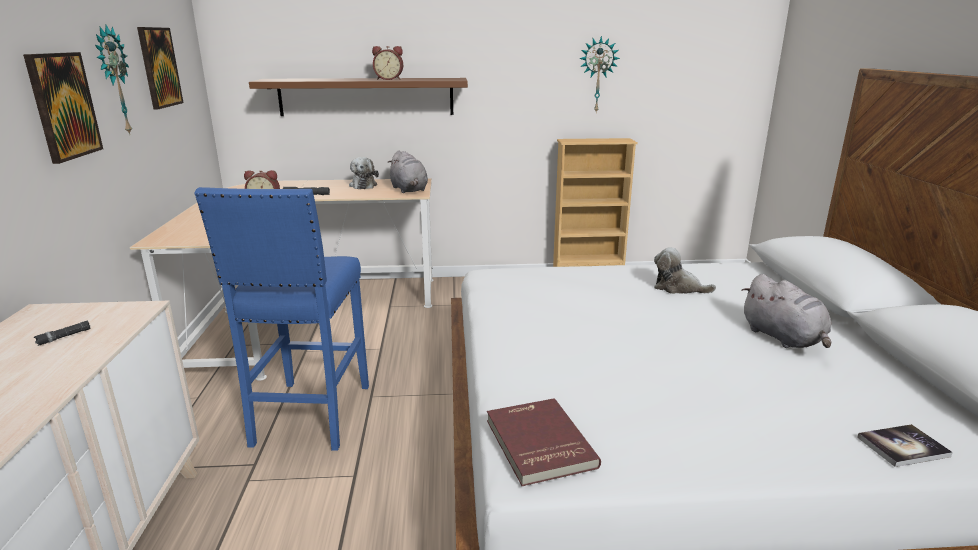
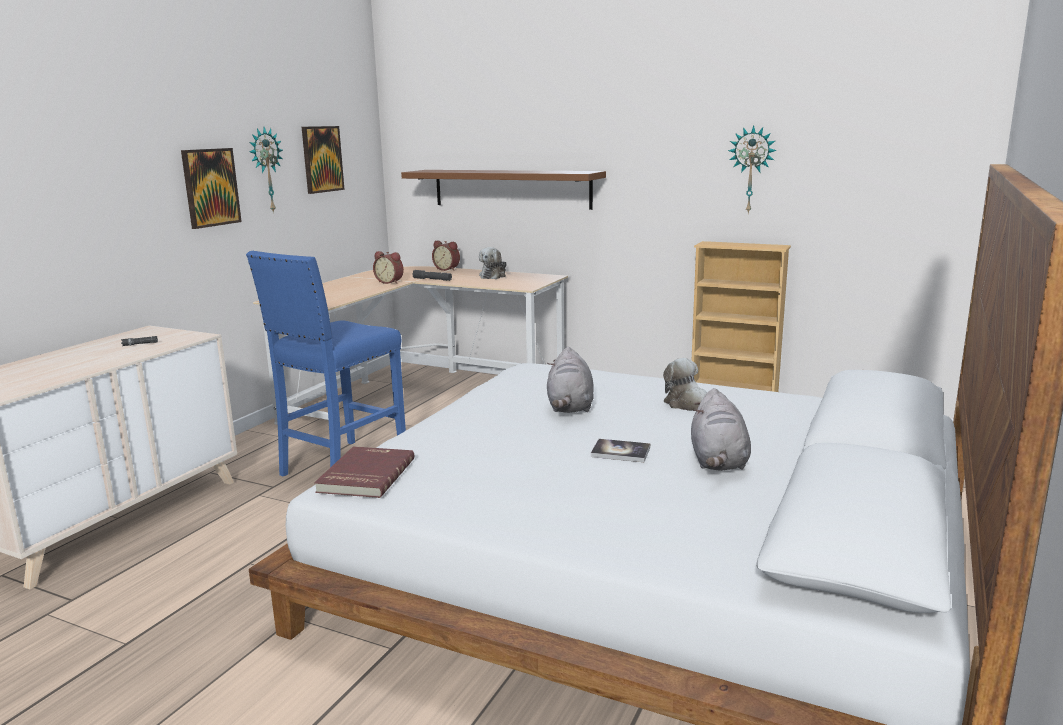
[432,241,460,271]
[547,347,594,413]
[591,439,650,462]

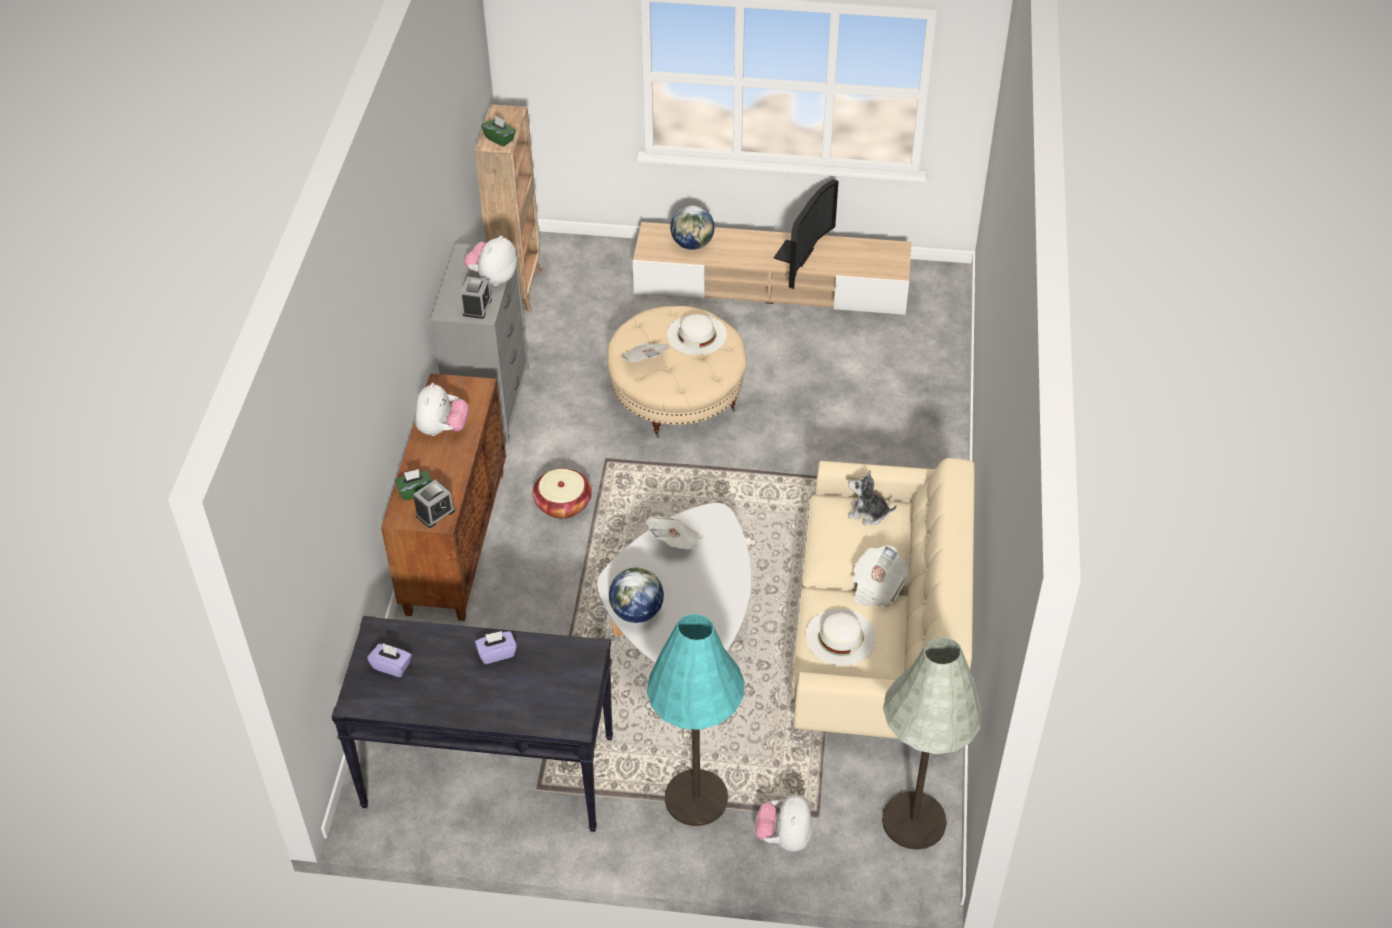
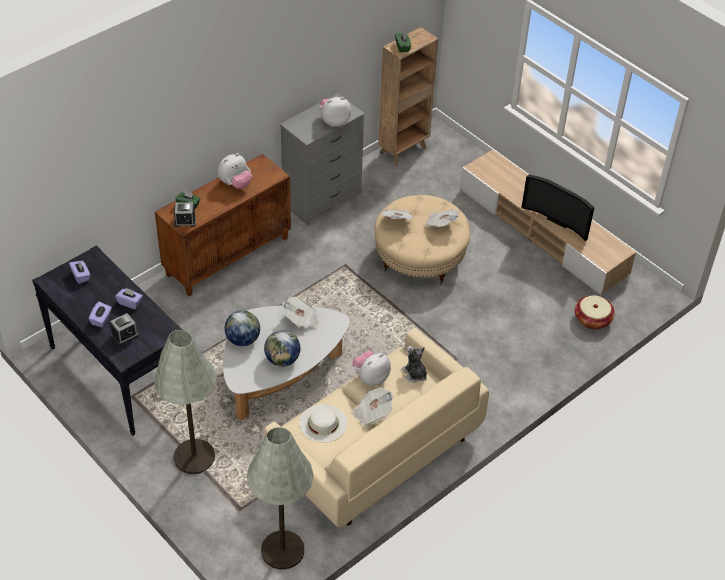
[89,302,112,327]
[110,313,139,345]
[154,330,217,474]
[264,330,300,367]
[352,351,391,386]
[424,209,460,227]
[521,175,594,241]
[575,295,615,330]

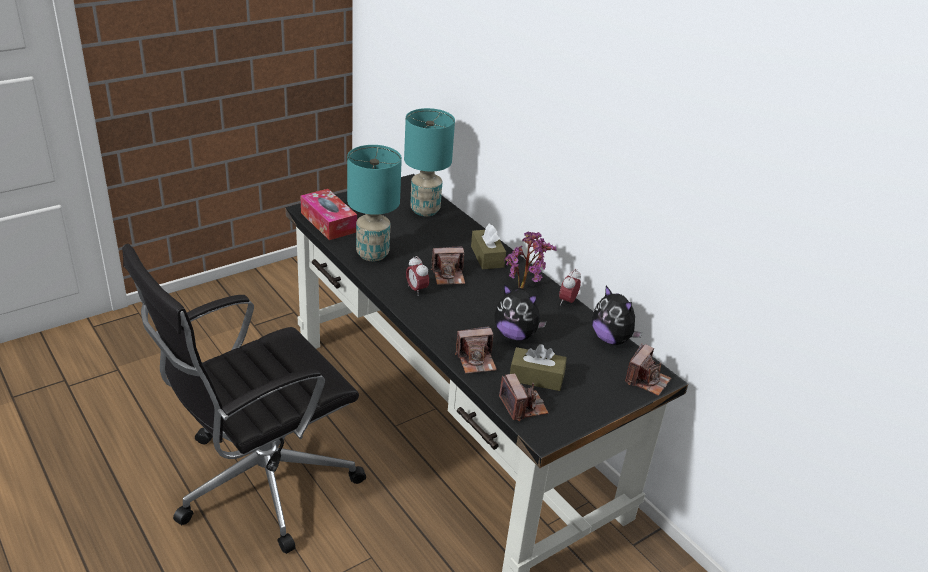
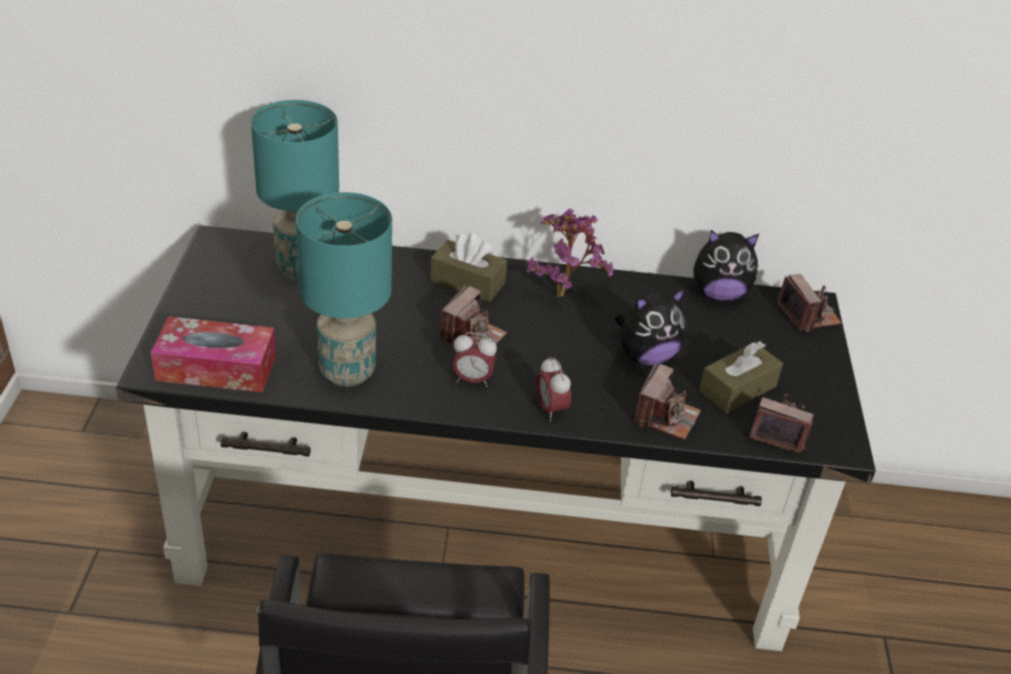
[536,357,571,422]

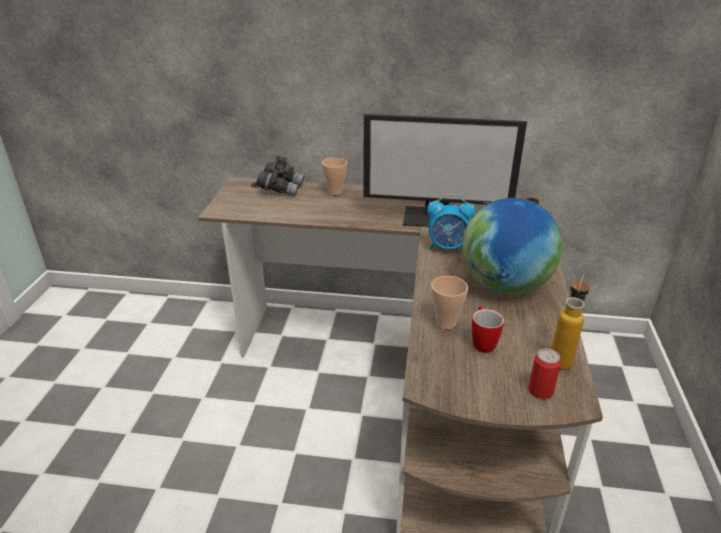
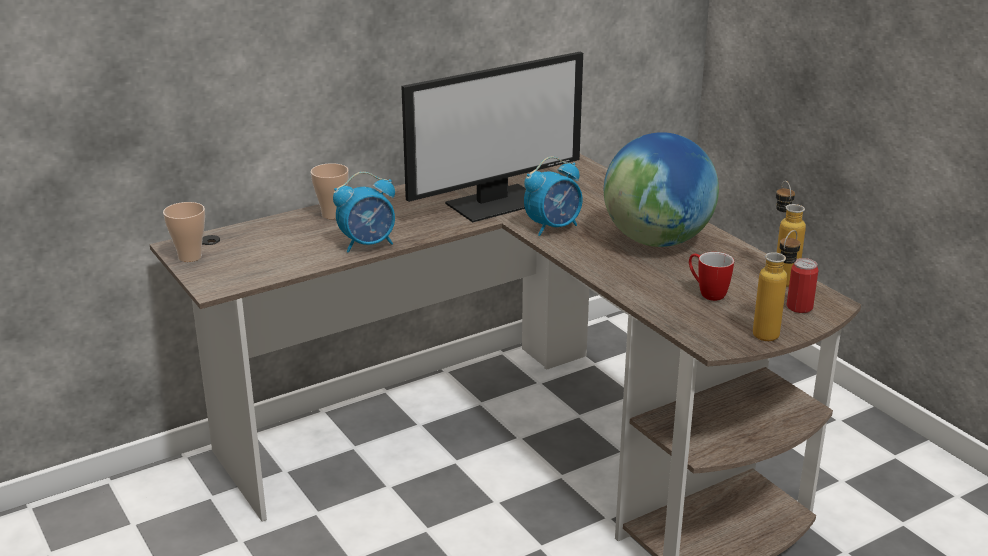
[163,202,205,262]
[333,172,395,253]
[753,230,801,341]
[256,156,304,196] (first image)

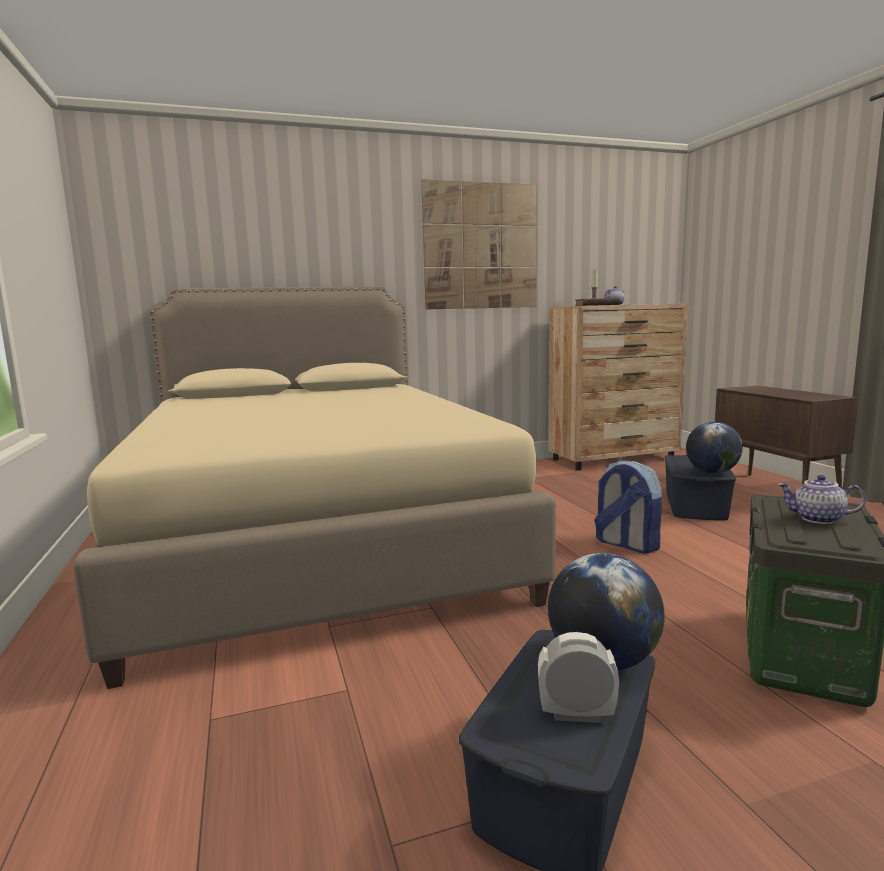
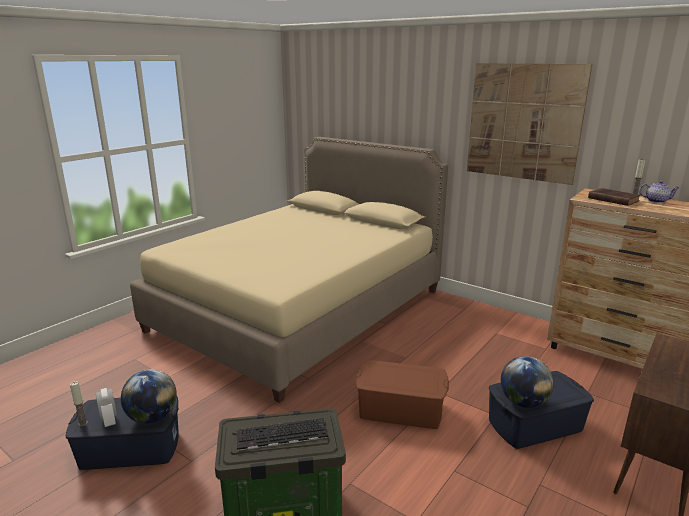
[70,381,88,426]
[237,418,328,451]
[356,360,449,429]

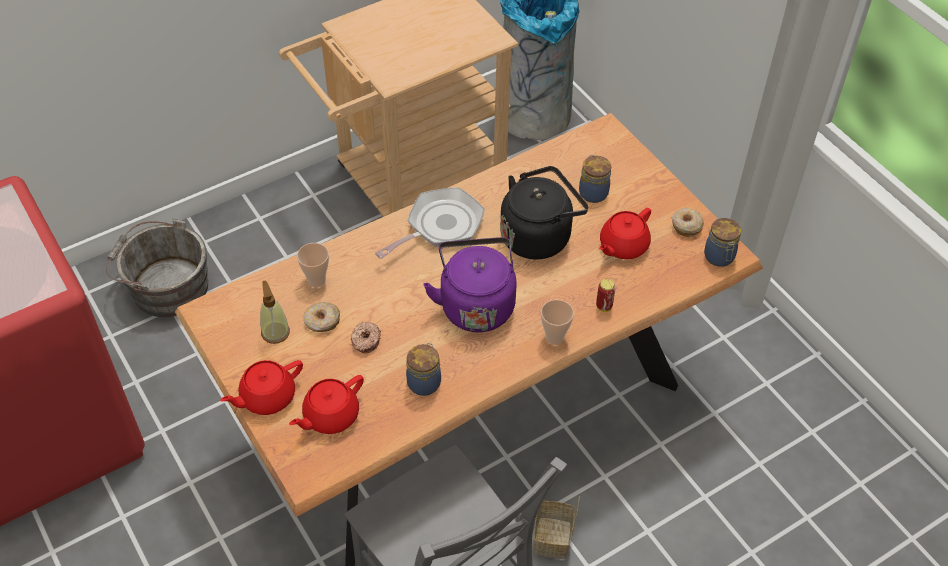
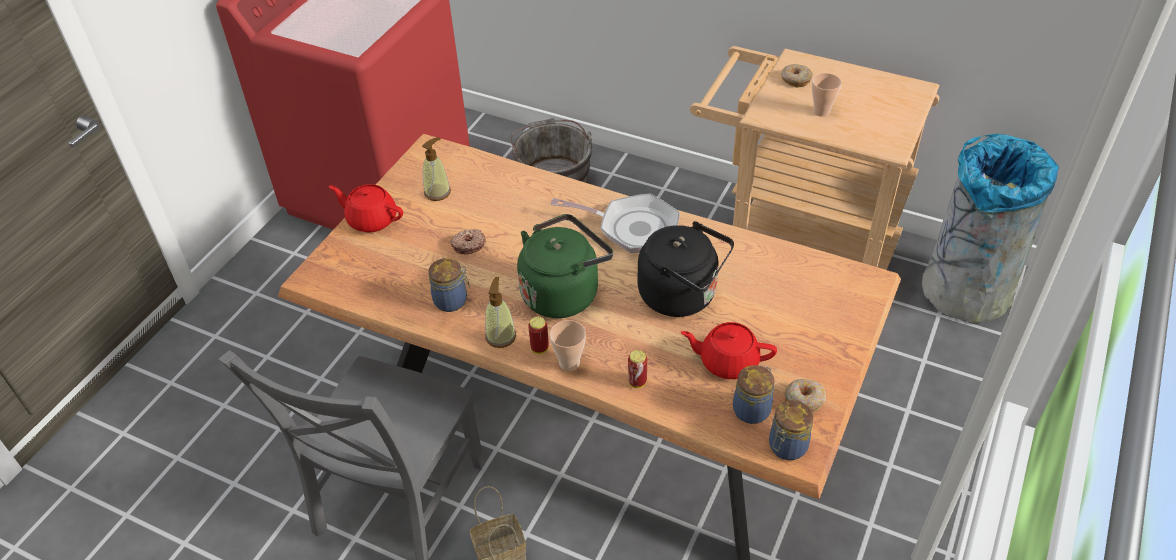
[485,277,516,348]
[517,214,613,318]
[528,317,549,354]
[733,365,775,424]
[781,64,813,88]
[812,73,842,117]
[289,375,364,434] (first image)

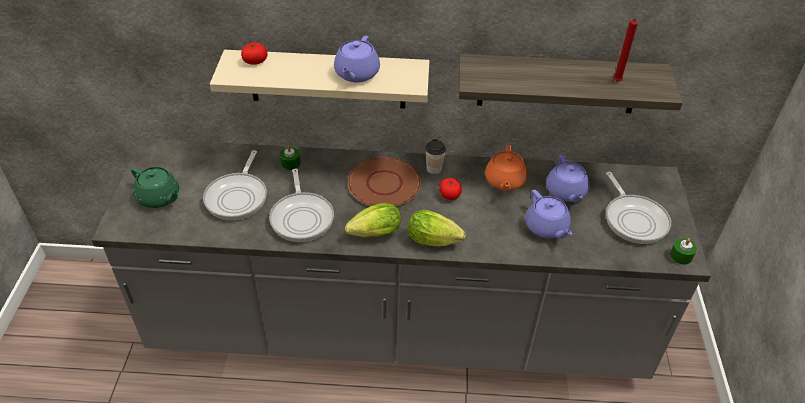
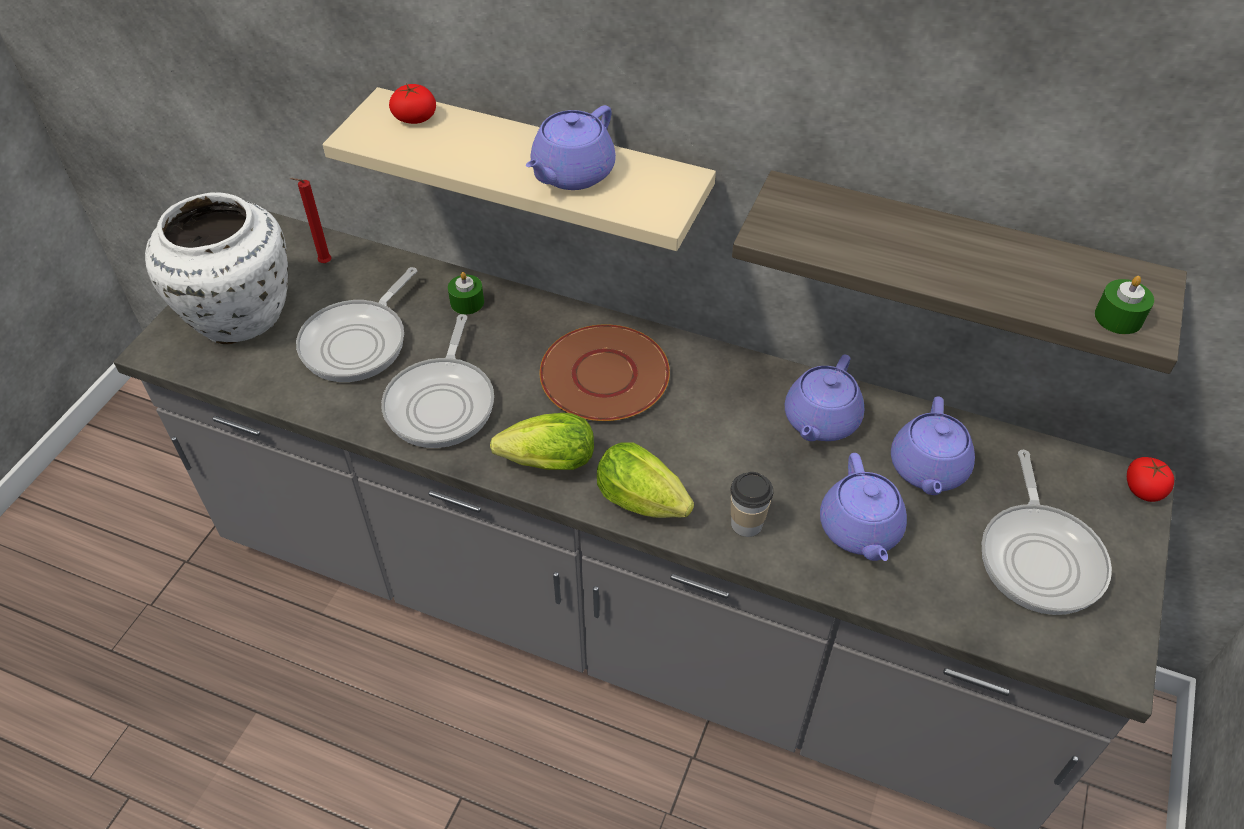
[145,192,288,344]
[290,178,331,263]
[731,472,773,537]
[785,355,864,441]
[1094,276,1154,334]
[1127,457,1174,502]

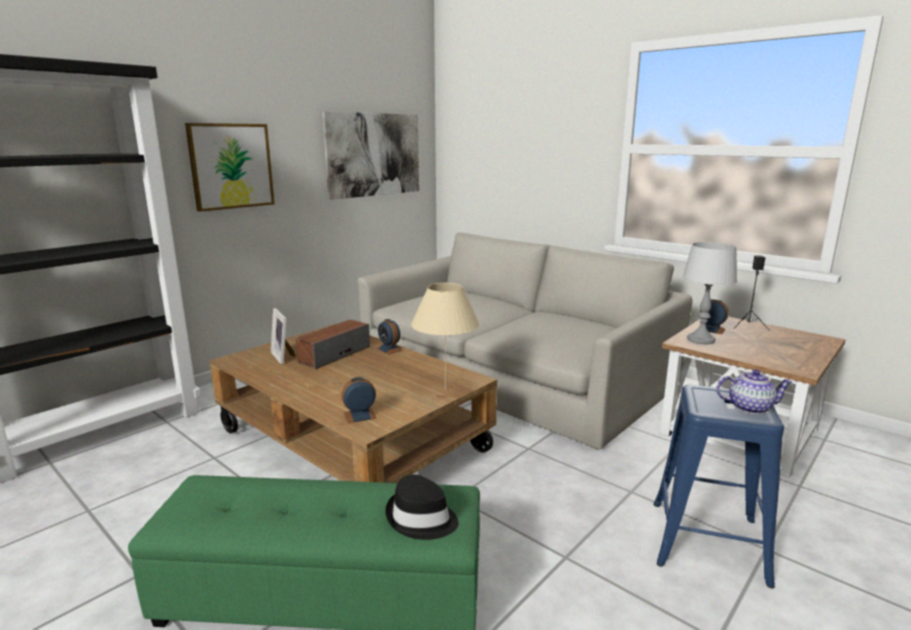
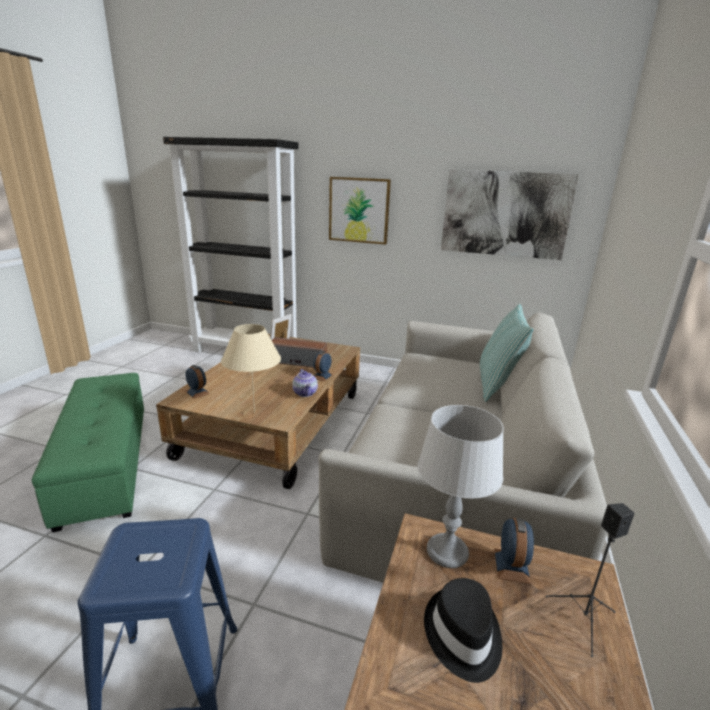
[292,369,318,397]
[424,578,502,683]
[480,304,533,402]

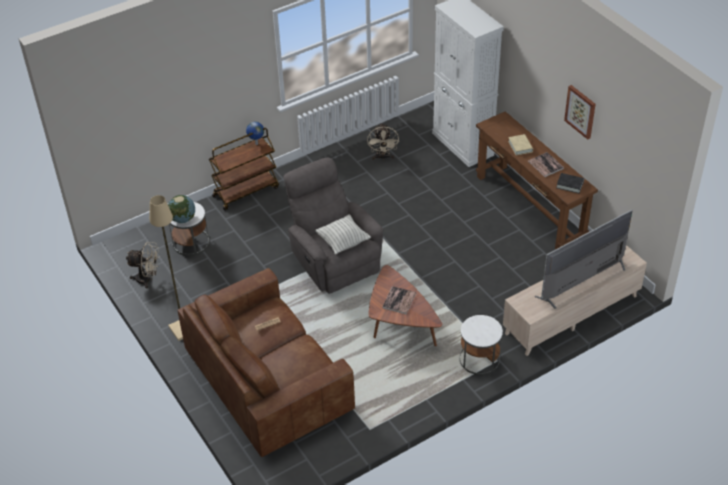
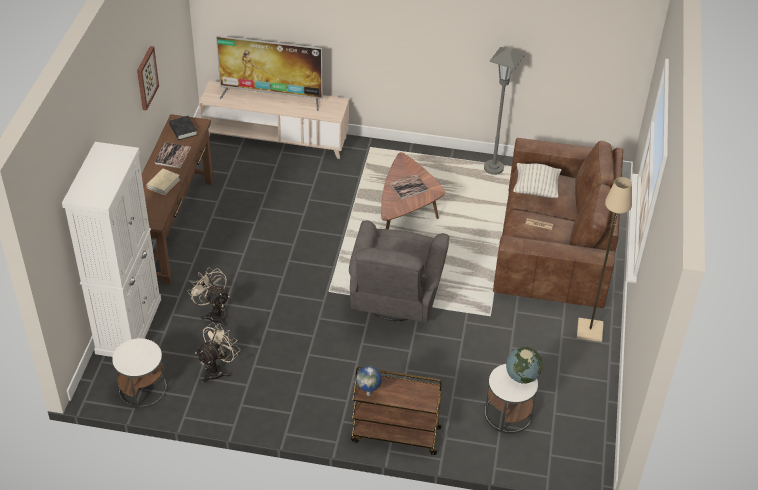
[112,338,167,408]
[187,267,230,327]
[484,47,525,175]
[513,163,562,198]

